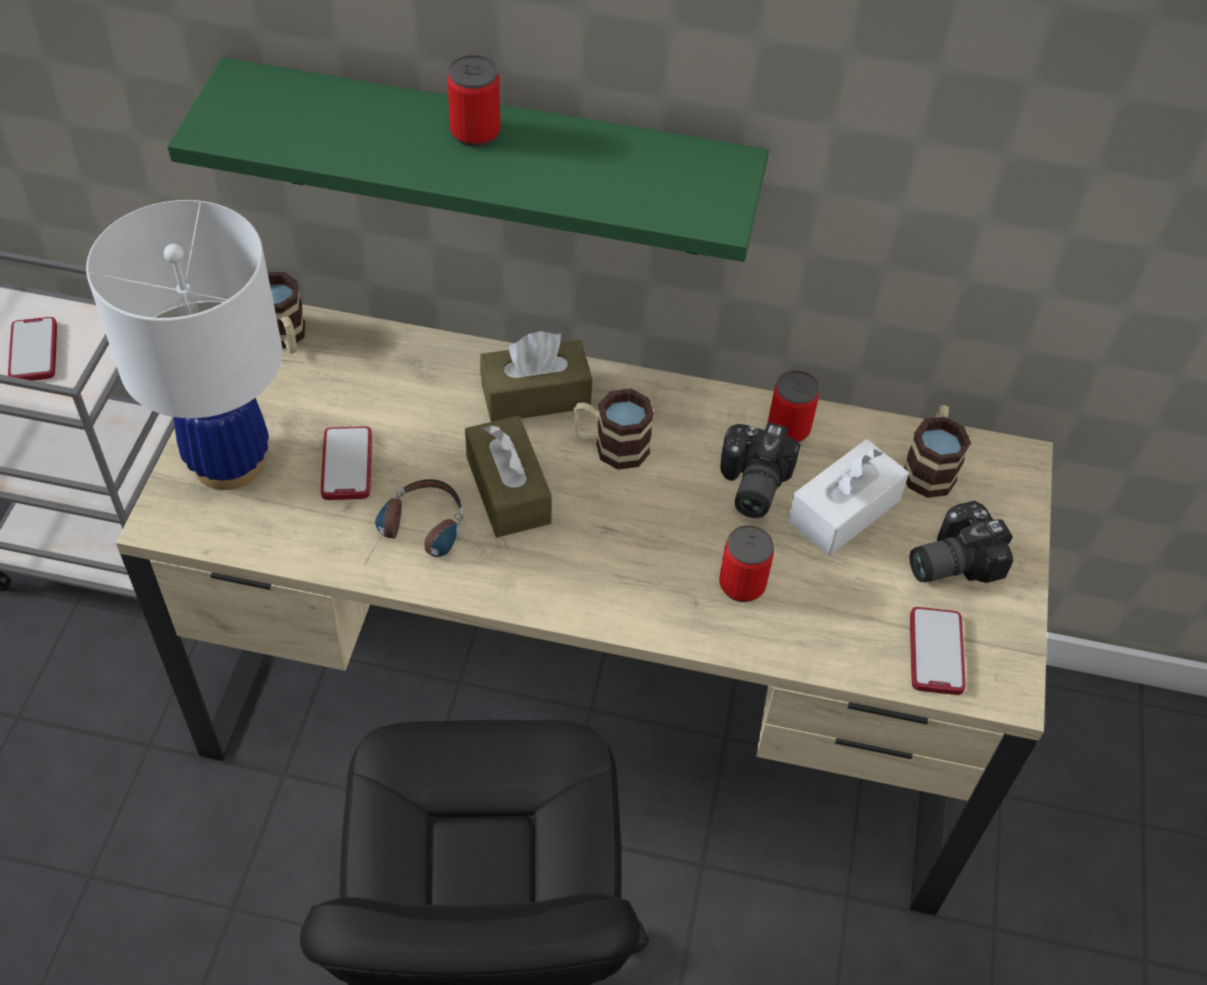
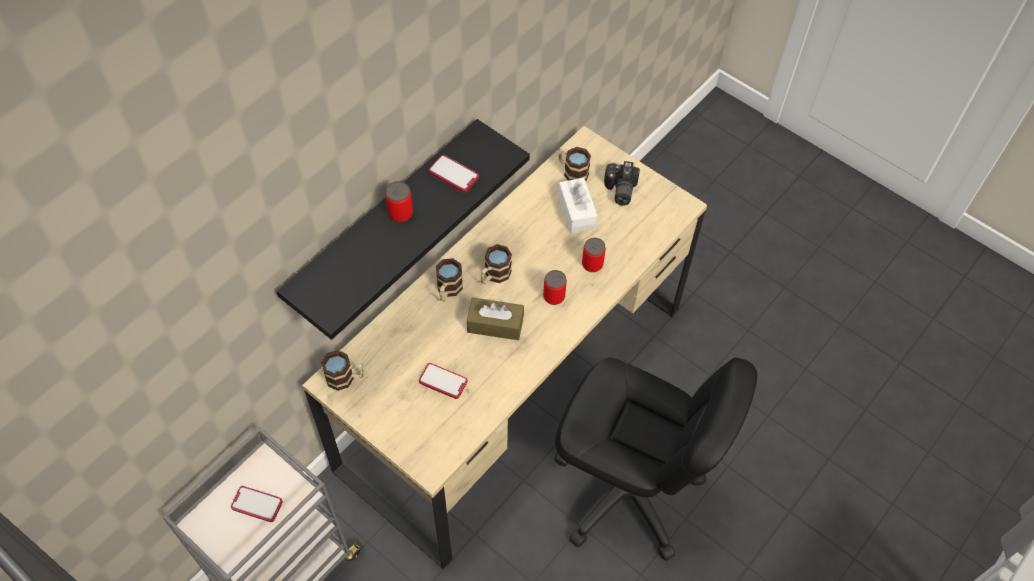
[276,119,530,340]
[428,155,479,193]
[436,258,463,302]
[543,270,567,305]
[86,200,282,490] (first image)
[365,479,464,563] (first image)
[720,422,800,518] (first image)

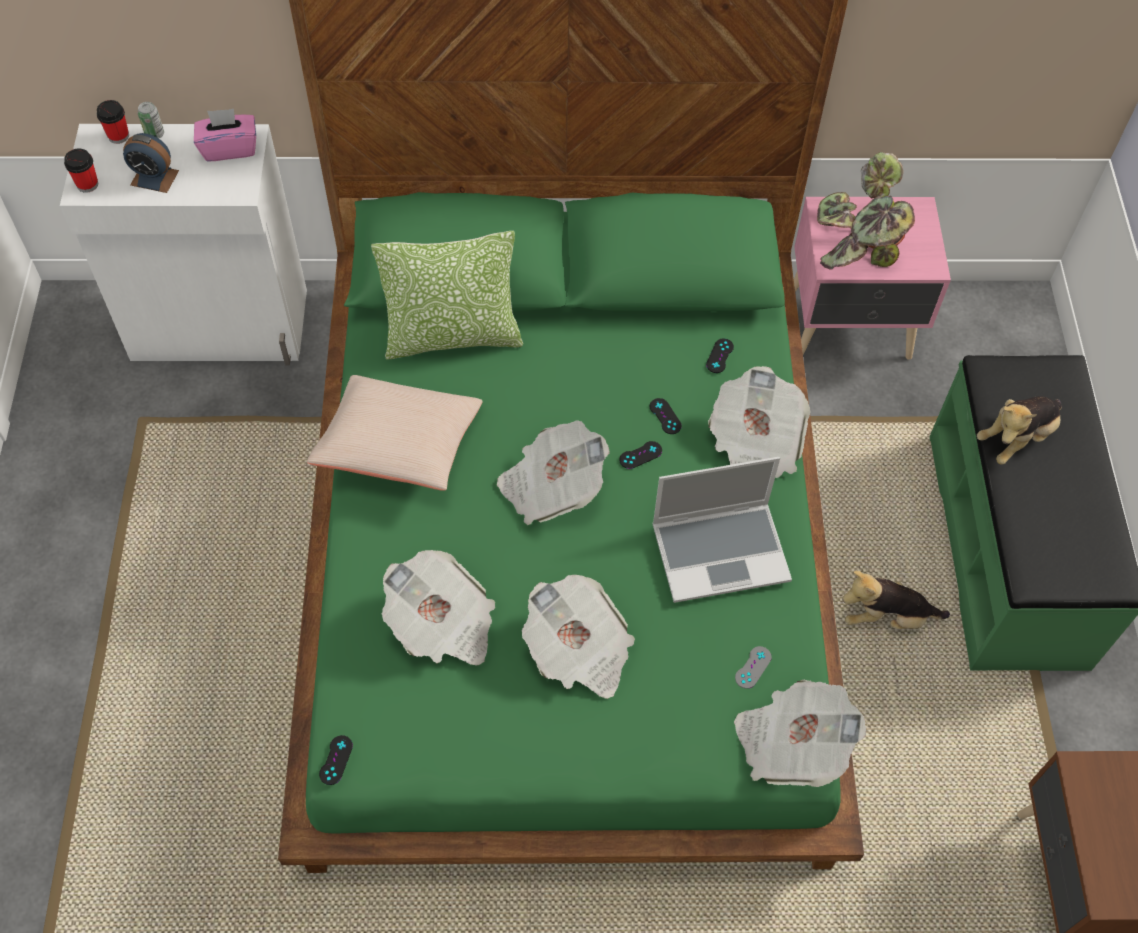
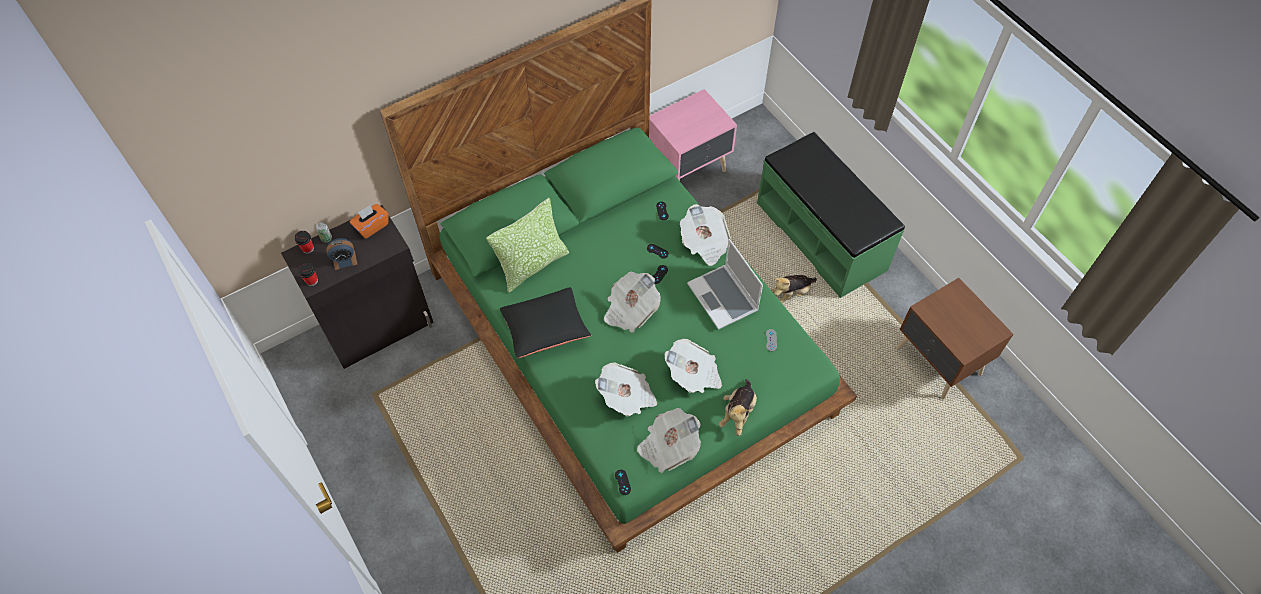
[281,205,434,369]
[350,204,389,239]
[500,287,591,358]
[637,408,701,473]
[687,239,763,330]
[719,379,757,436]
[817,152,915,270] (first image)

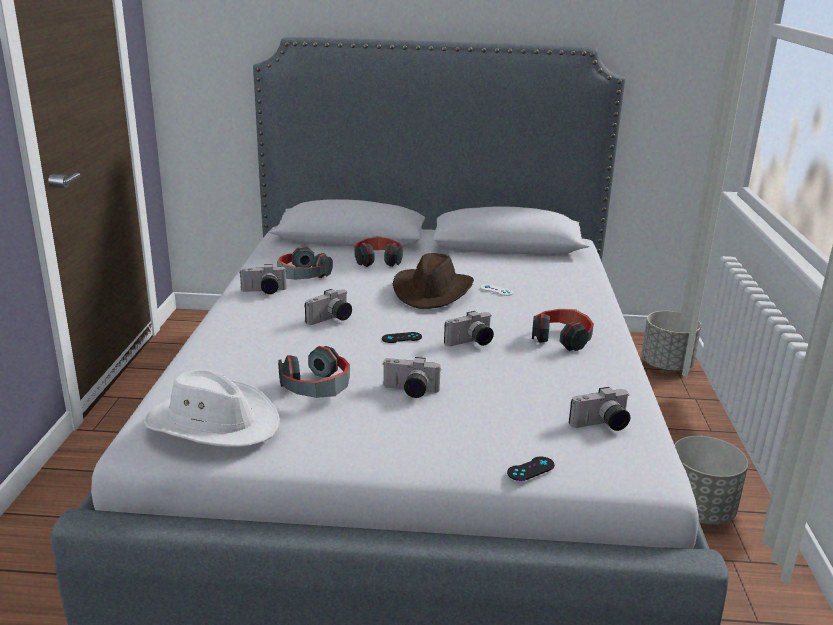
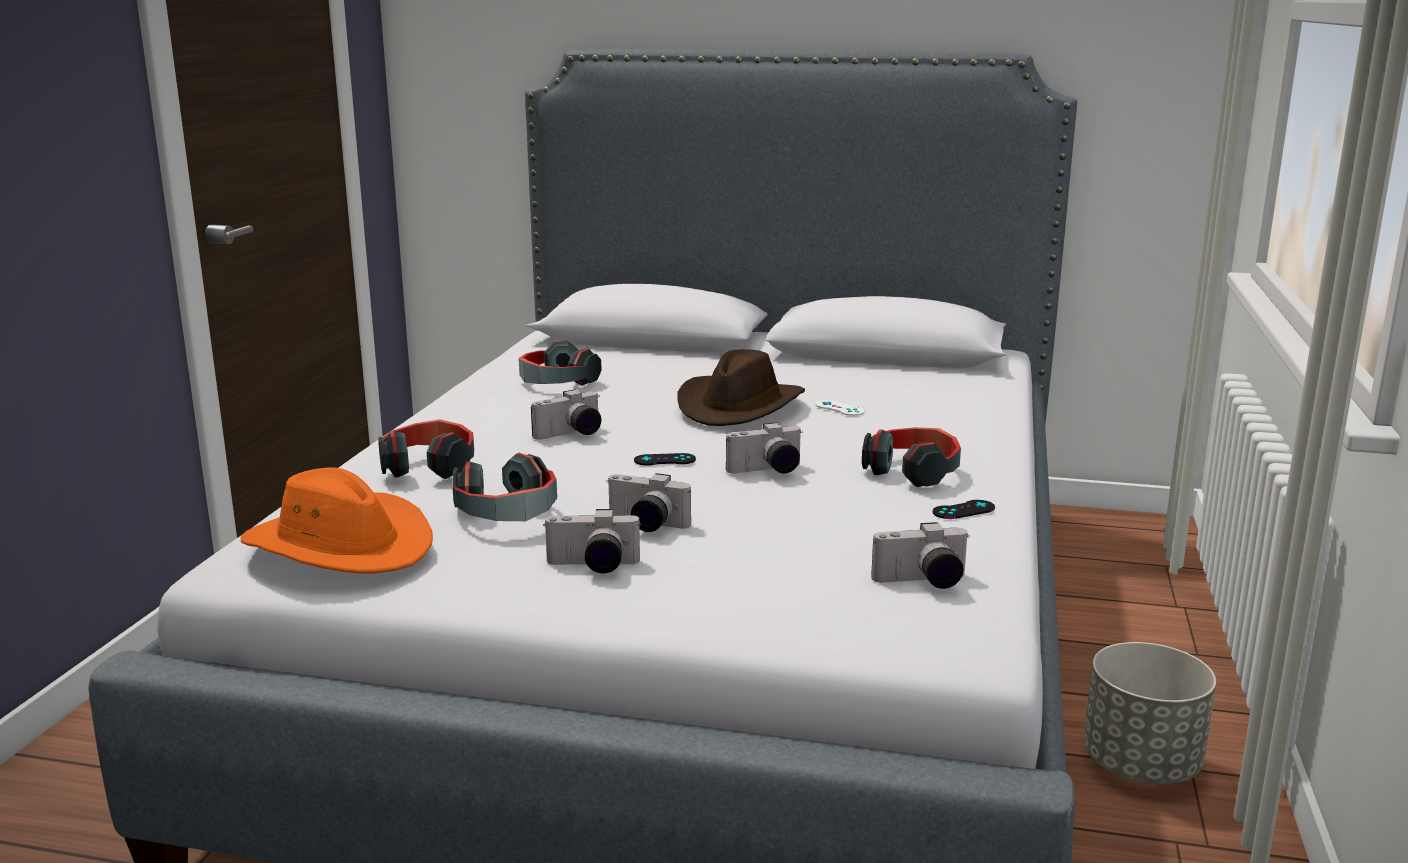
[241,468,433,573]
[378,419,474,479]
[543,509,641,574]
[933,500,995,519]
[641,311,702,371] (first image)

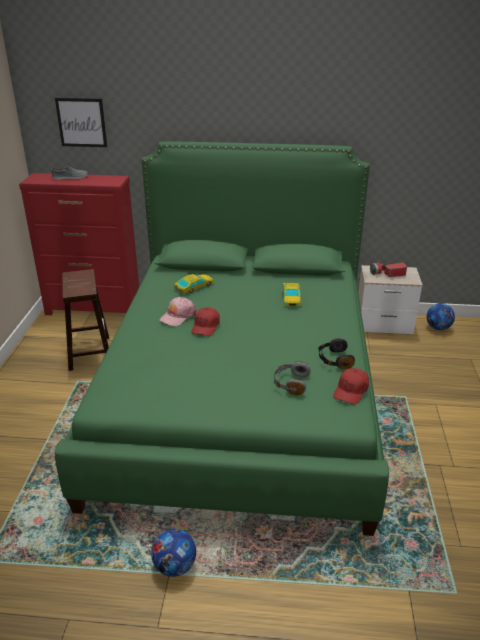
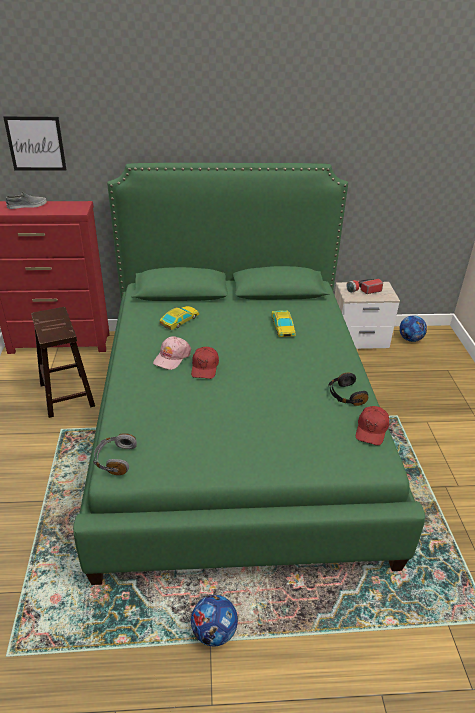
[93,433,137,475]

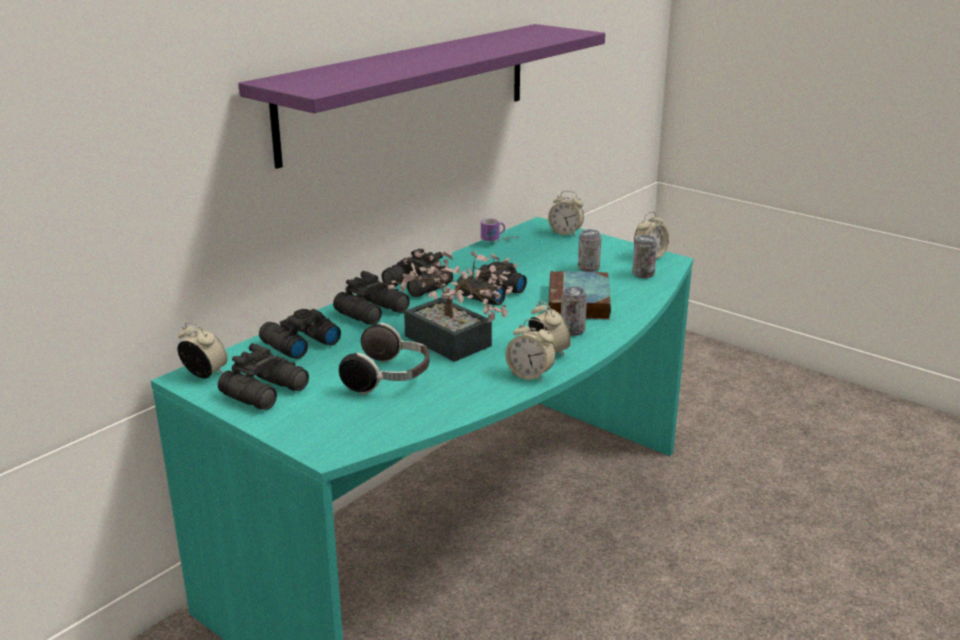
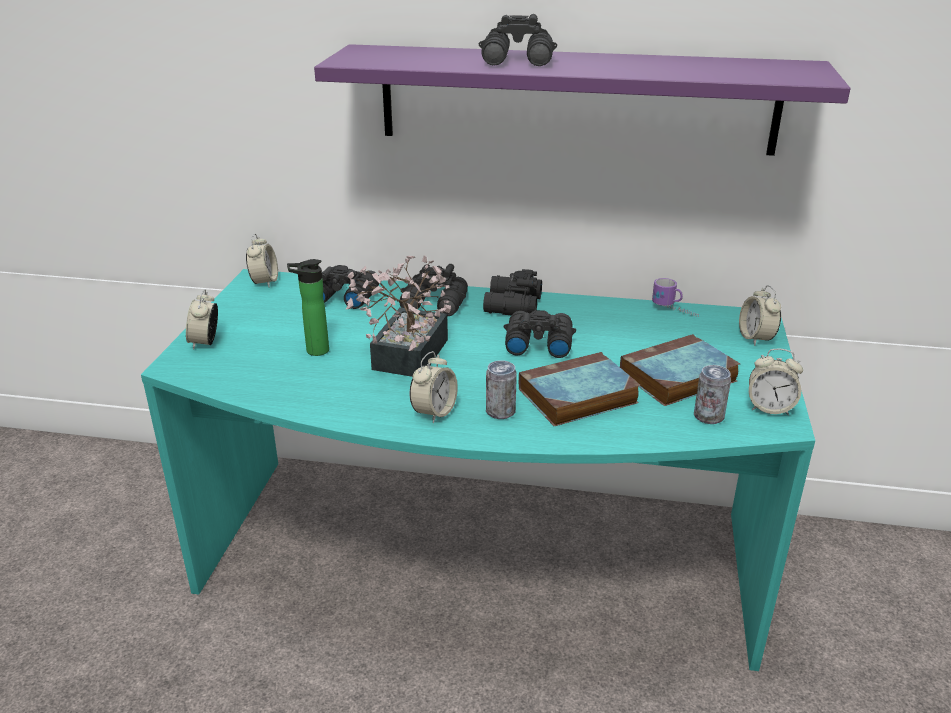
[186,289,218,350]
[287,259,329,356]
[479,14,557,66]
[620,334,740,406]

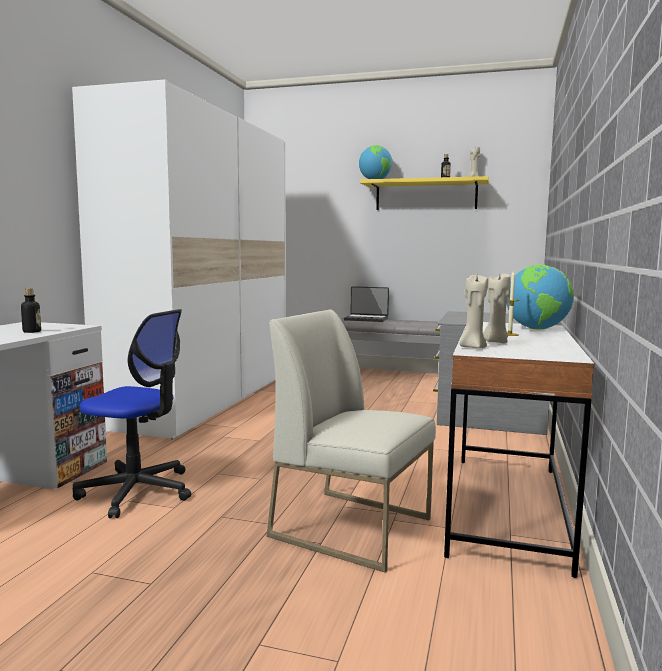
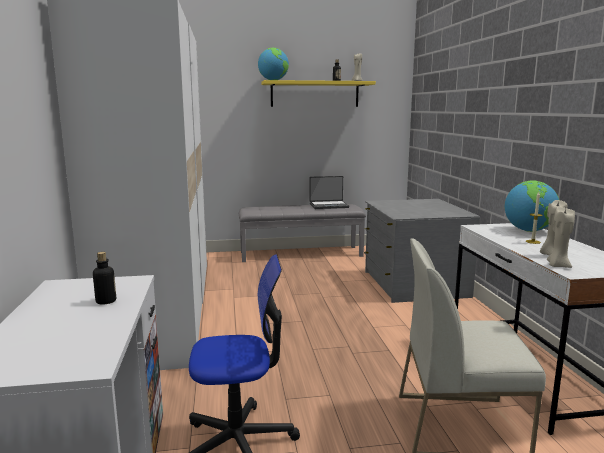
[309,176,349,209]

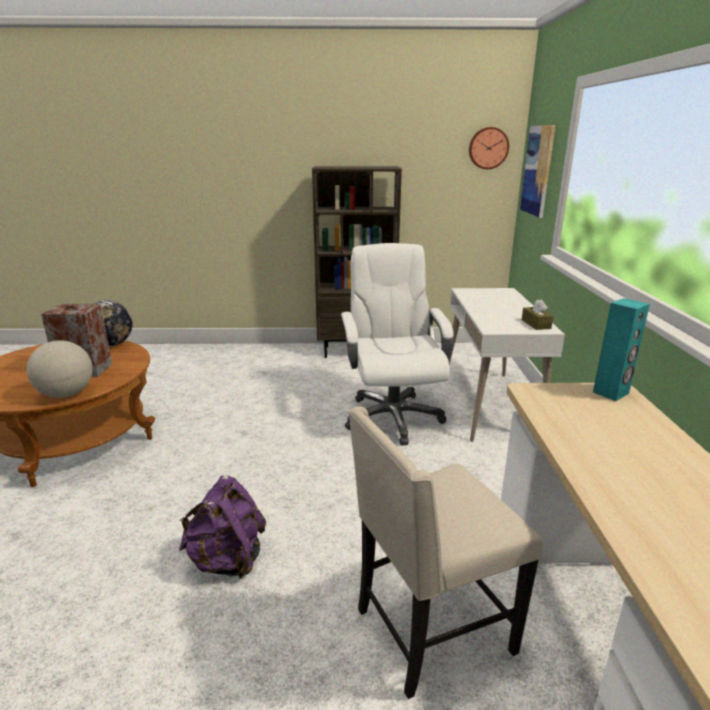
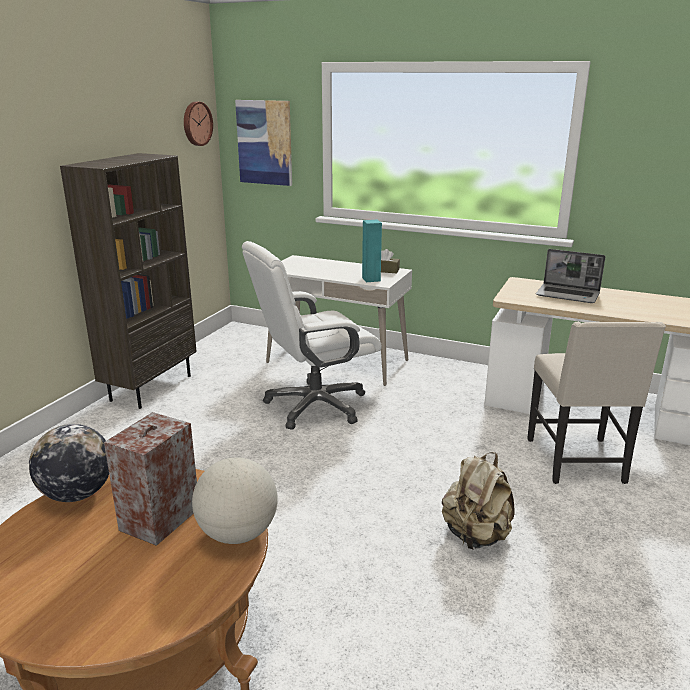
[242,241,382,430]
[362,220,382,282]
[442,452,514,550]
[536,249,605,303]

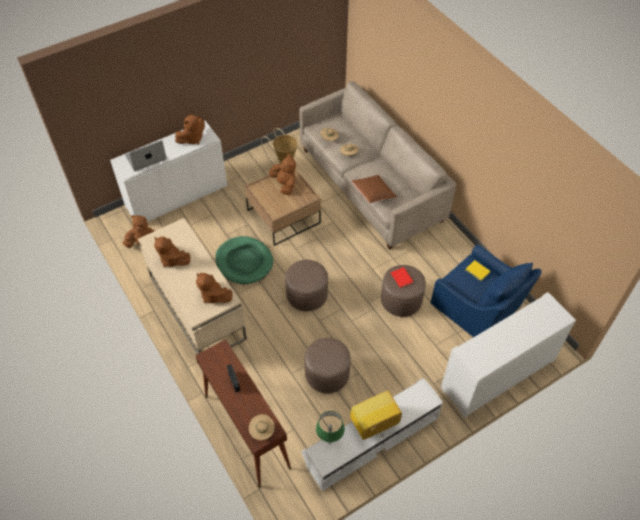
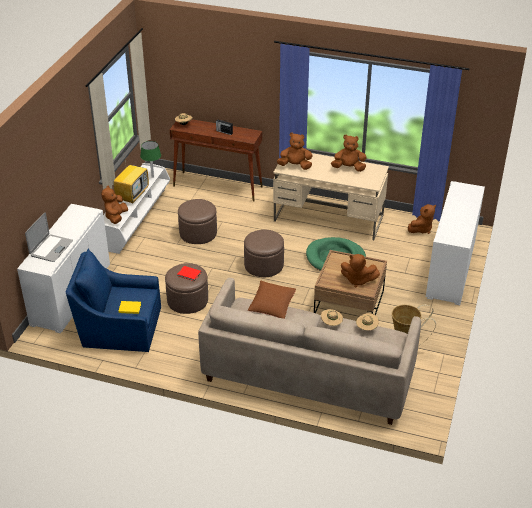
[25,212,73,262]
[101,185,128,224]

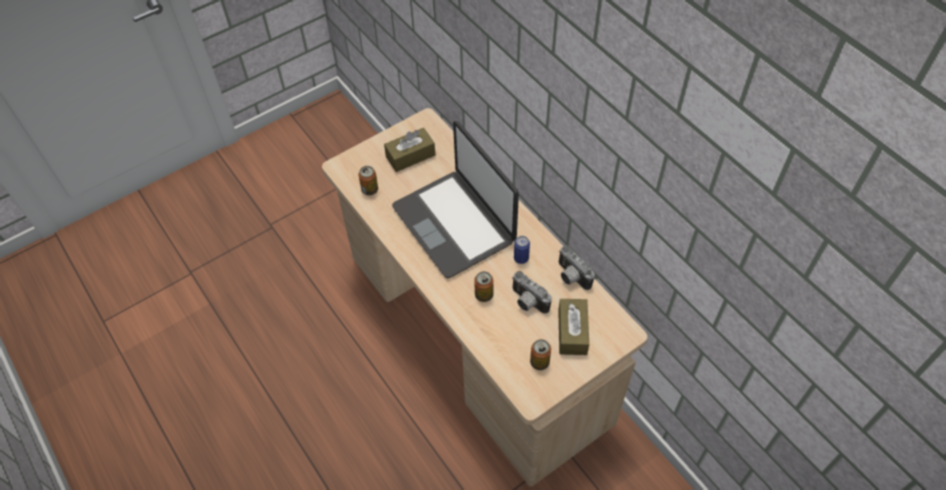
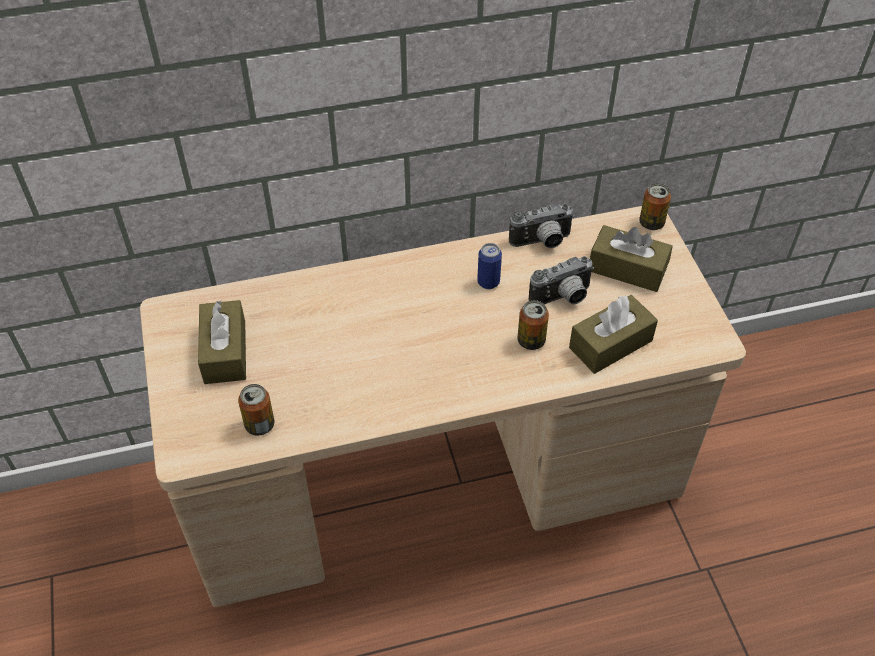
[569,295,658,374]
[639,183,671,230]
[392,121,519,278] (first image)

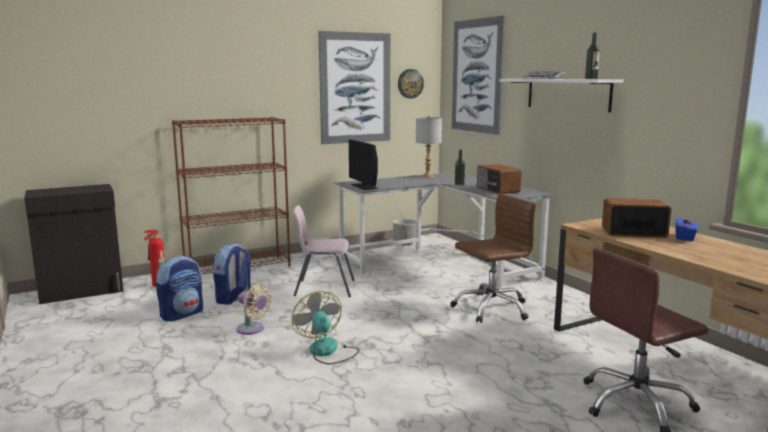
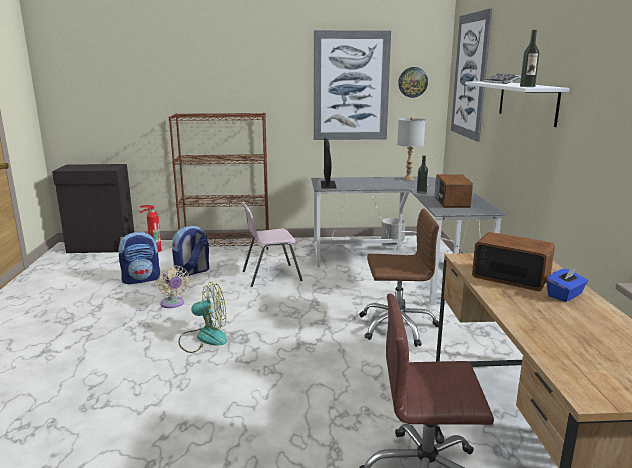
[179,282,228,353]
[242,202,303,287]

